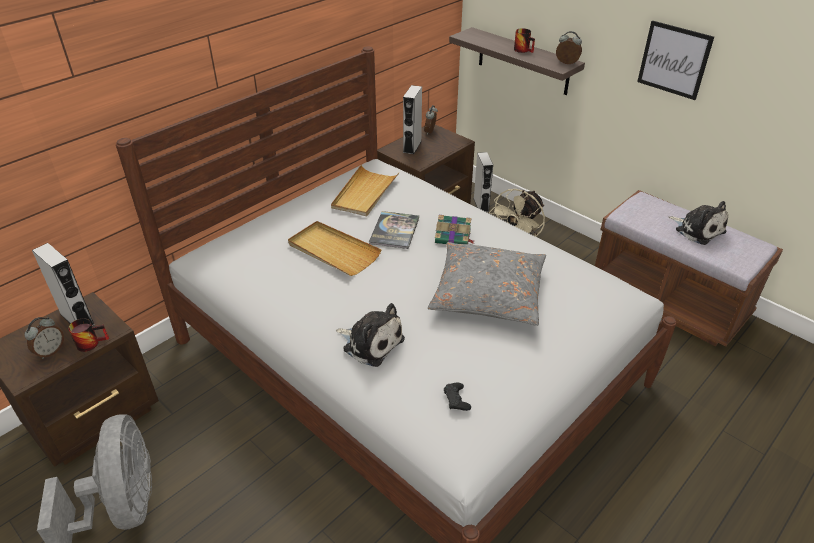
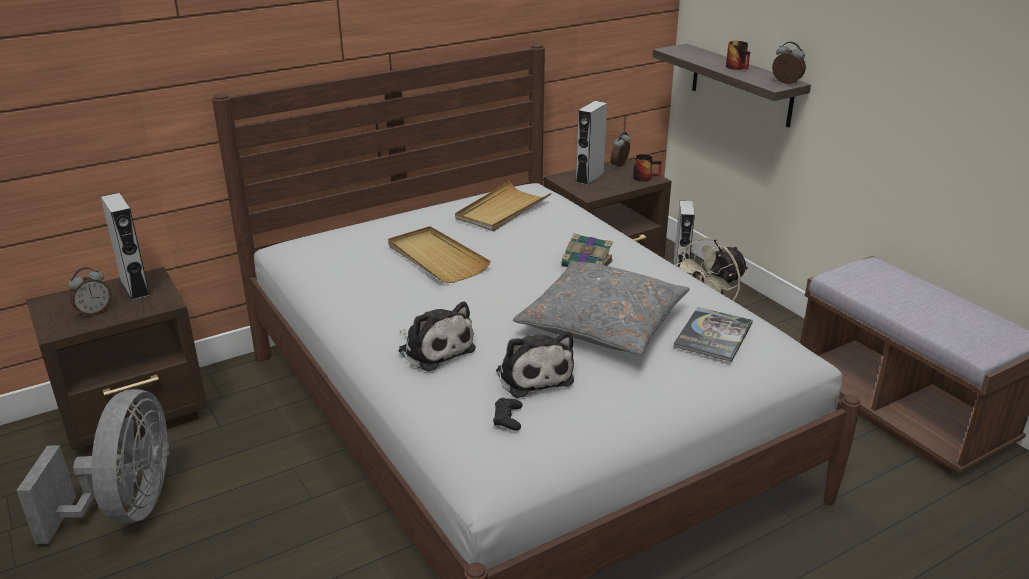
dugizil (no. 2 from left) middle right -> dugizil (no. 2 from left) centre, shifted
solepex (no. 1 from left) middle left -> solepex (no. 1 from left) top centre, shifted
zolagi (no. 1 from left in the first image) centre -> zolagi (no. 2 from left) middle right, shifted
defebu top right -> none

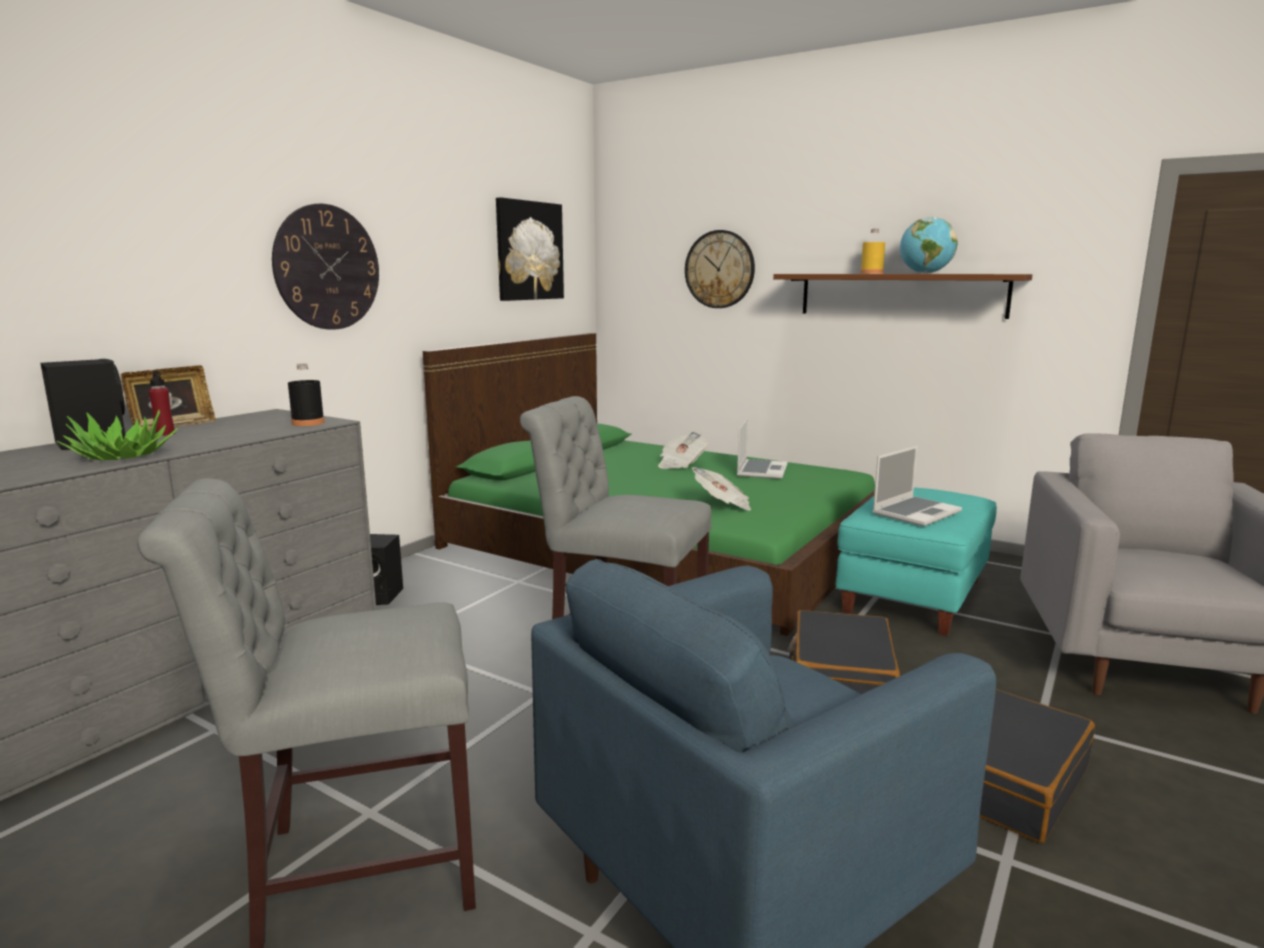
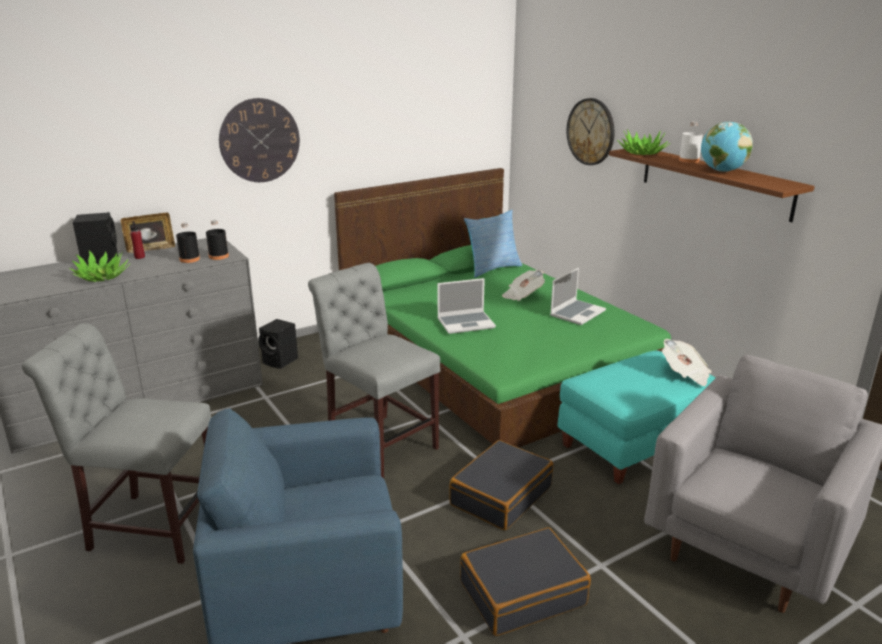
none -> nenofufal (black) (no. 1 from left) middle left
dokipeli (no. 2 from left in the first image) middle right -> dokipeli (no. 1 from left) centre, shifted
none -> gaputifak centre
none -> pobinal (no. 2 from left) top right
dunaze (no. 2 from left) centre -> dunaze (no. 2 from left) middle right, shifted
nenofufal (yellow) top right -> nenofufal (white) top right
defebu top centre -> none

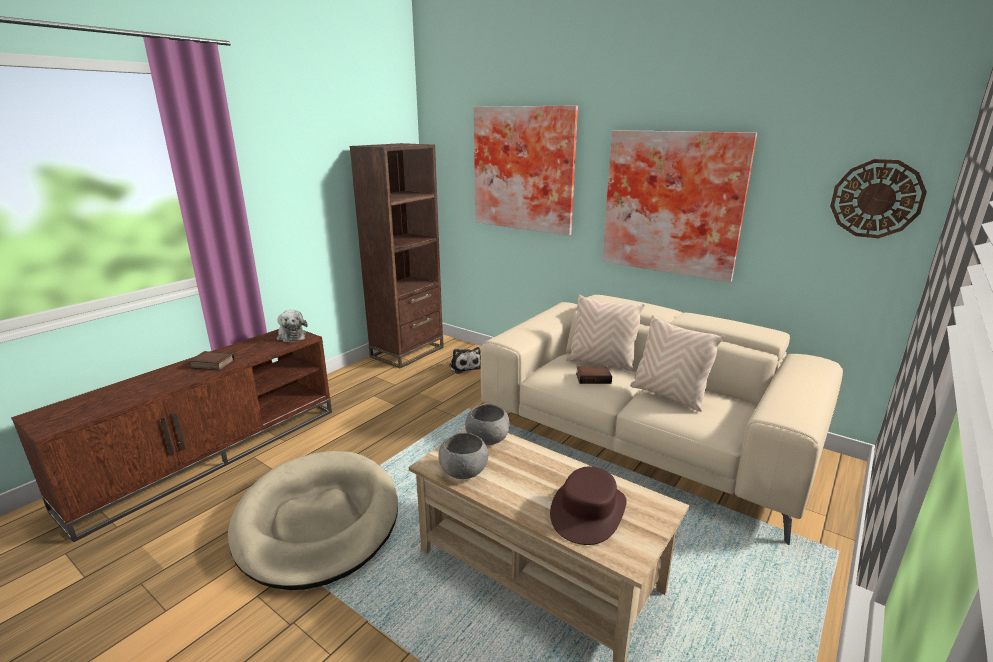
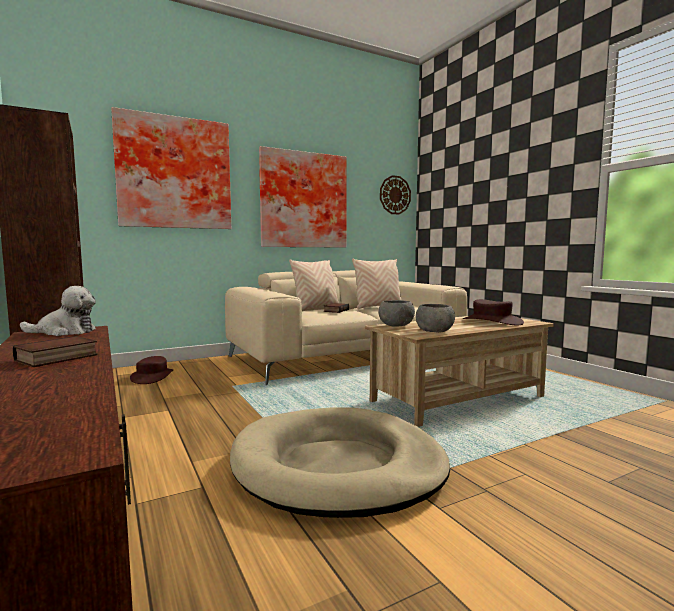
dugizil (no. 2 from left) centre -> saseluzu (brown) (no. 1 from left) middle left

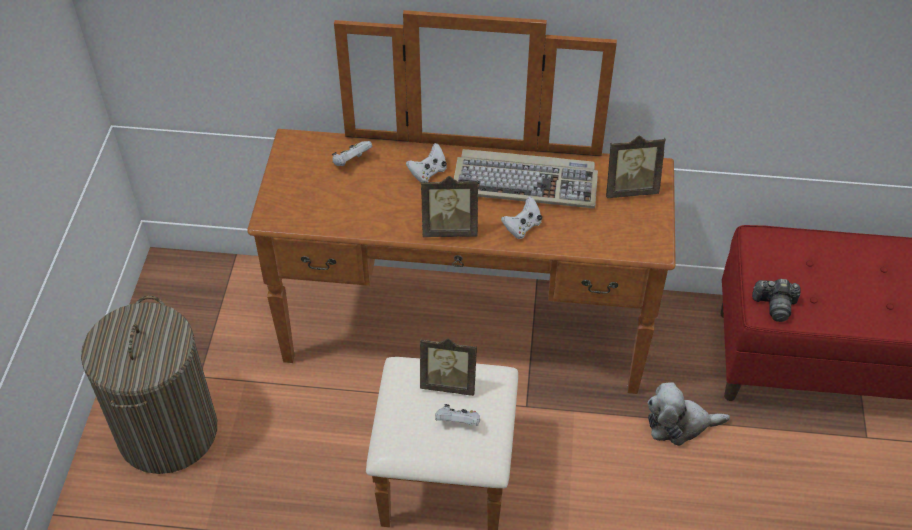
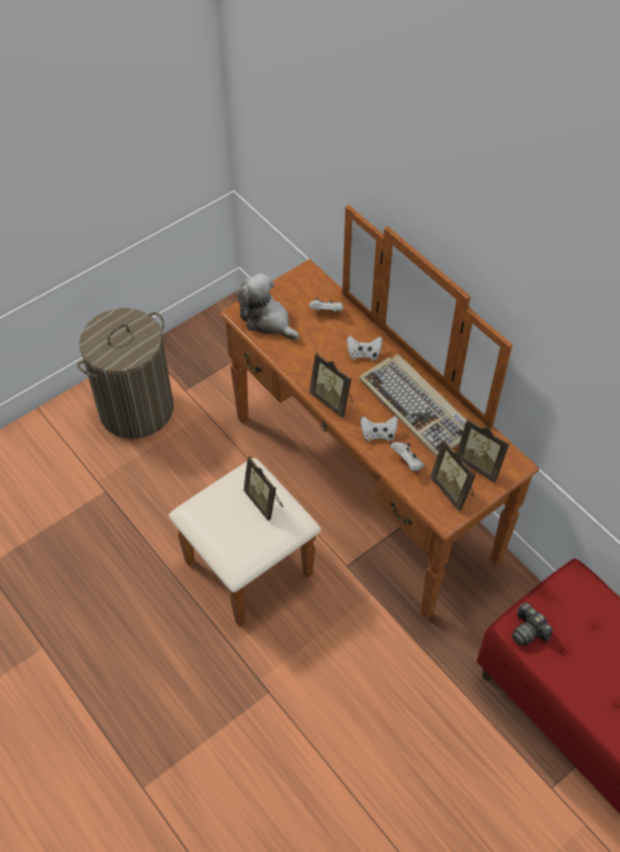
dugizil bottom right -> dugizil centre, shifted
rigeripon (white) (no. 3 from left in the first image) bottom centre -> rigeripon (white) (no. 4 from left) centre, shifted
none -> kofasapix (no. 3 from left) middle right

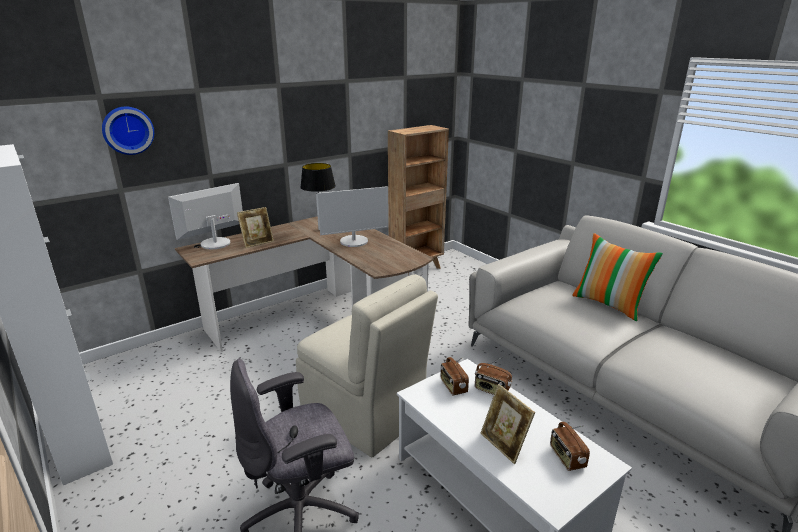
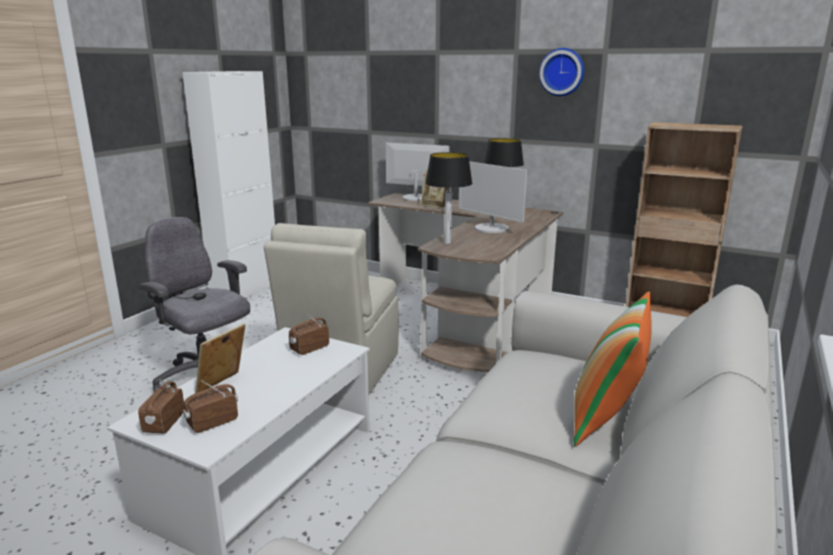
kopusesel (no. 2 from left in the first image) bottom centre -> kopusesel (no. 1 from left) bottom left, shifted
none -> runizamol (no. 1 from left) centre
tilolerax top left -> tilolerax top right, shifted

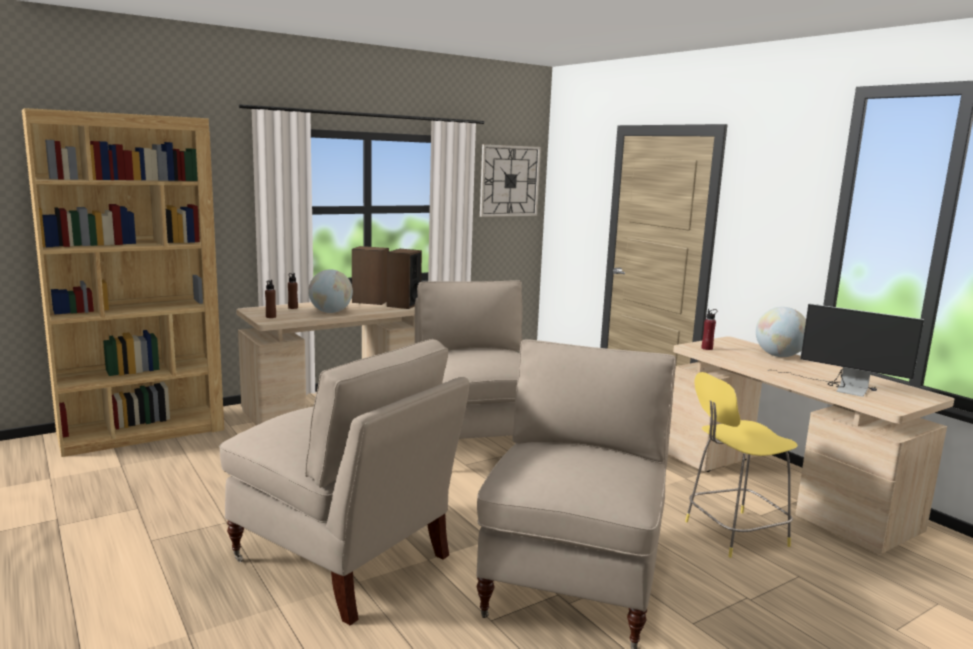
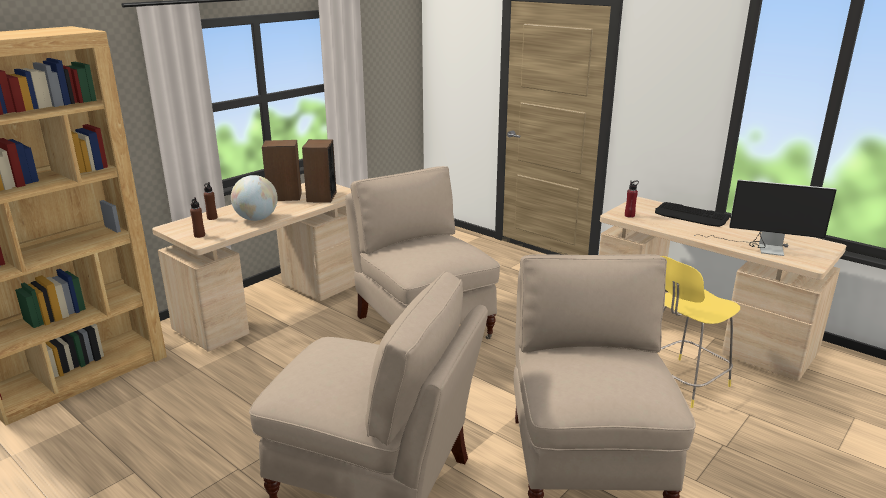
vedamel (no. 2 from left) middle right -> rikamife middle right
tilolerax top centre -> none

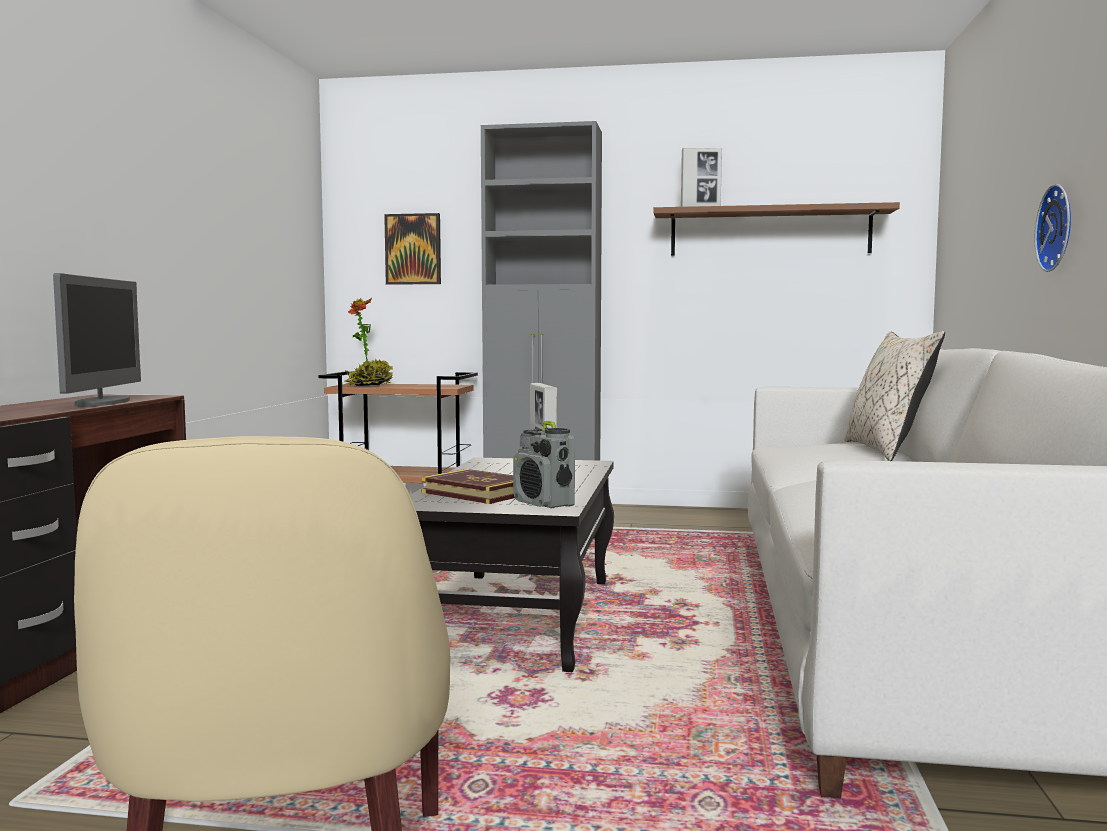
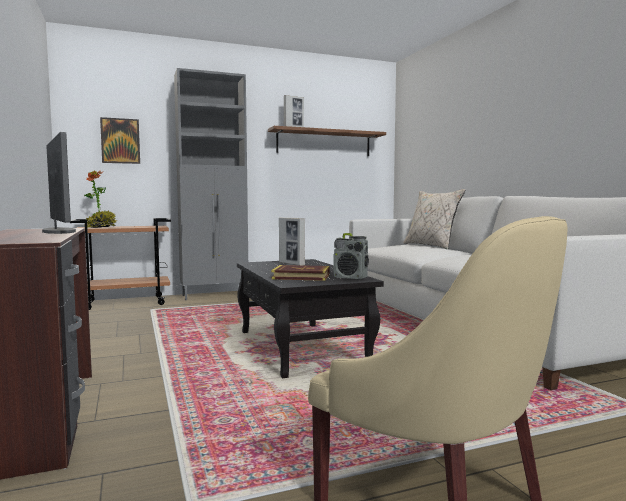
tilolerax top right -> none

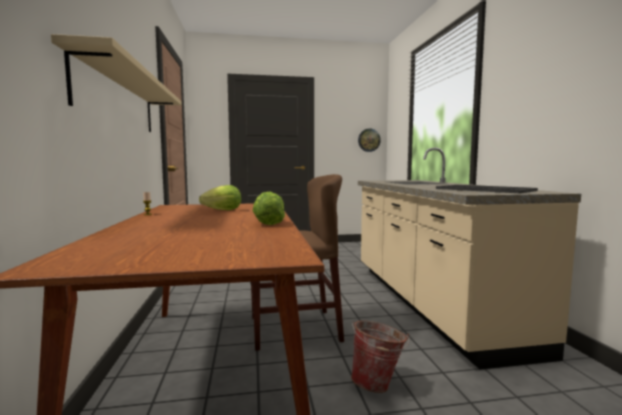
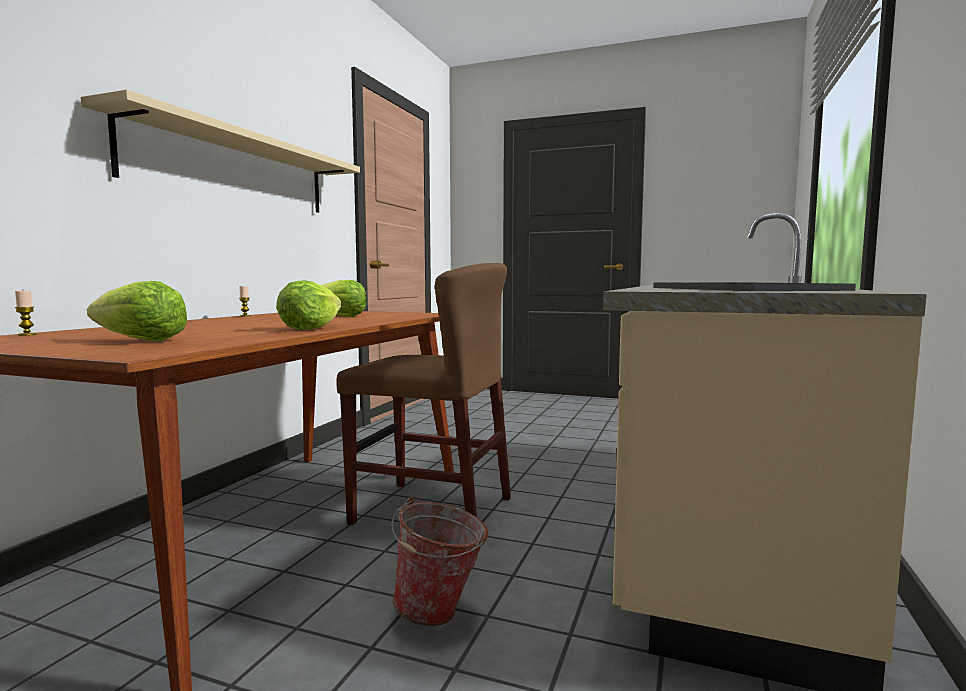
none -> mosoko (no. 1 from left) middle left
none -> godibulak (no. 1 from left) middle left
tilolerax centre -> none

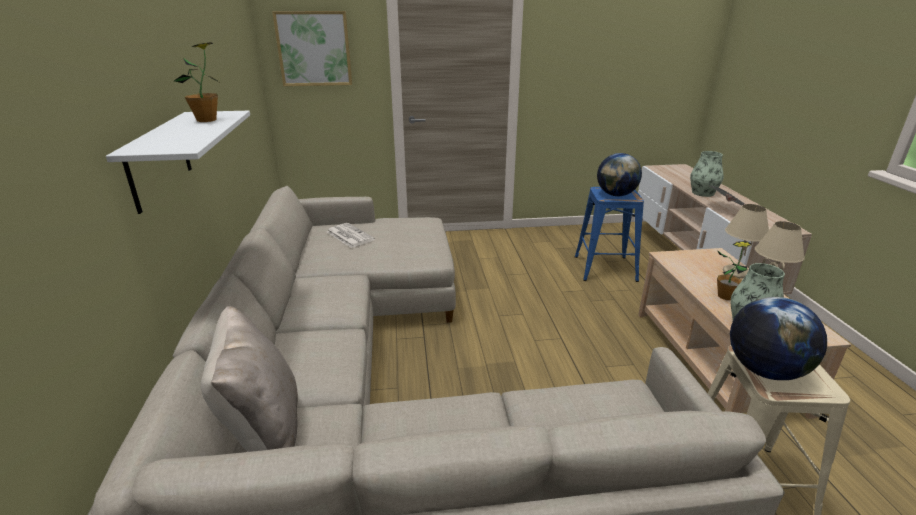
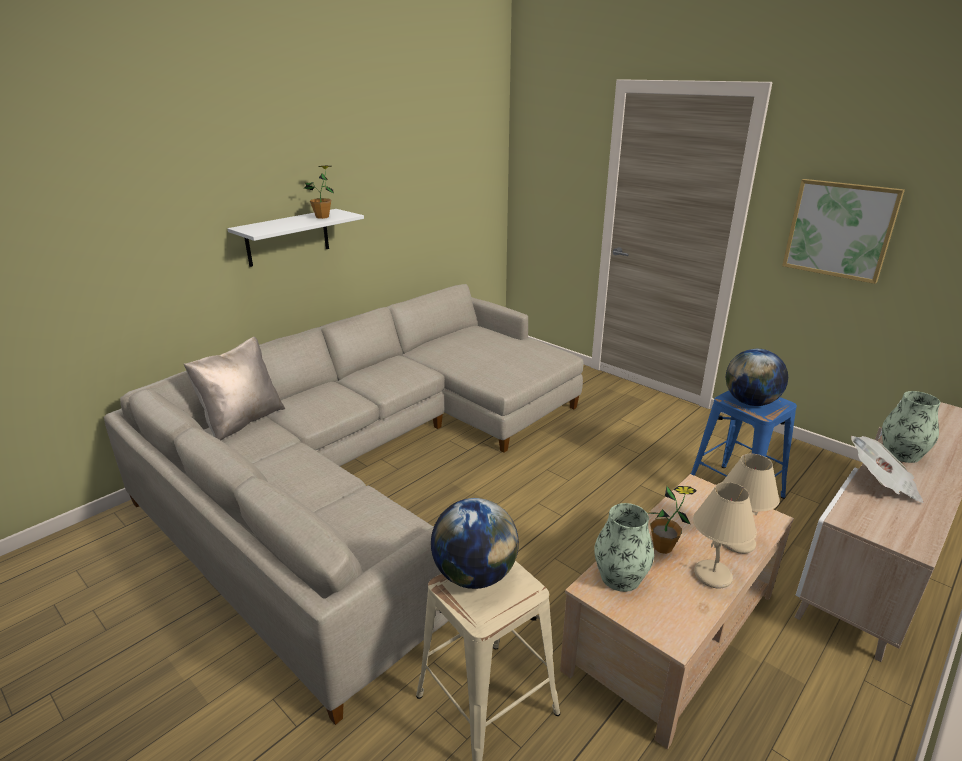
defebu top centre -> defebu top right, shifted
dunaze (no. 1 from left) centre -> none

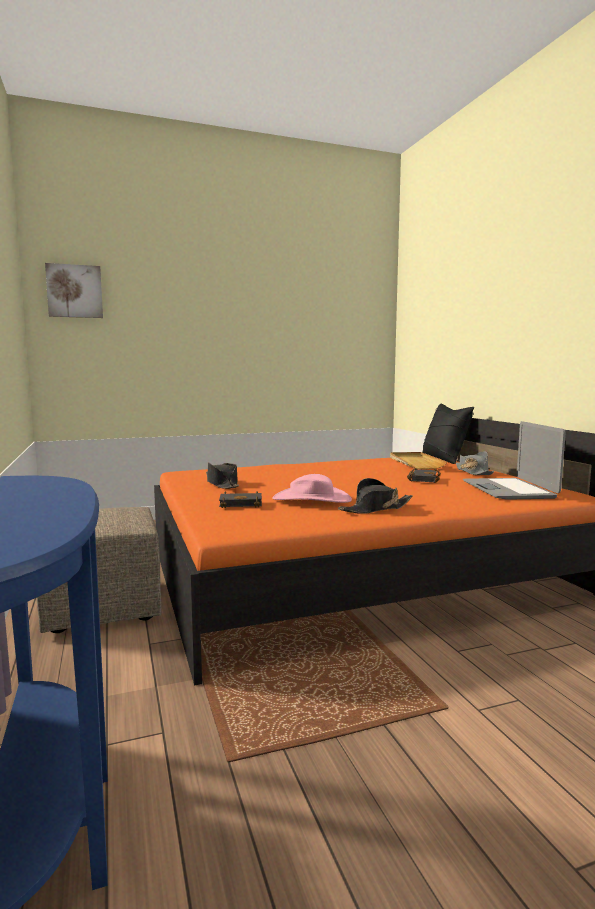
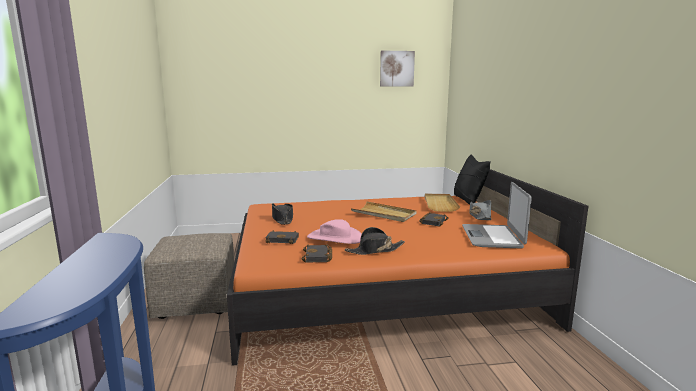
none -> zolagi (black) (no. 2 from left) centre
none -> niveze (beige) (no. 1 from left) centre
defebu top left -> defebu top centre, shifted

